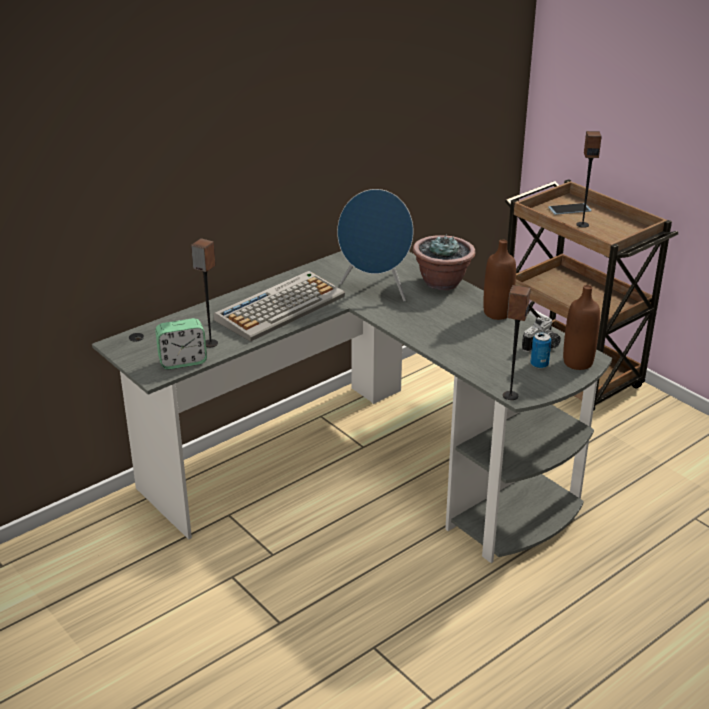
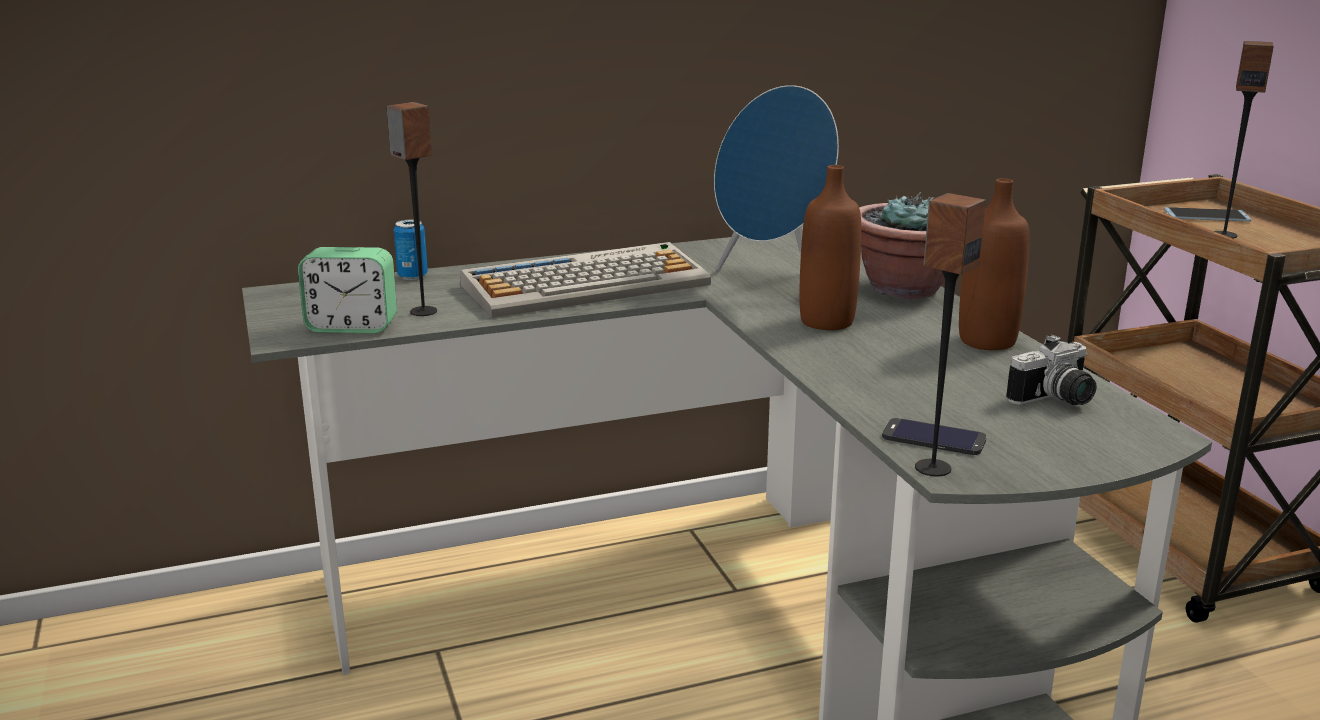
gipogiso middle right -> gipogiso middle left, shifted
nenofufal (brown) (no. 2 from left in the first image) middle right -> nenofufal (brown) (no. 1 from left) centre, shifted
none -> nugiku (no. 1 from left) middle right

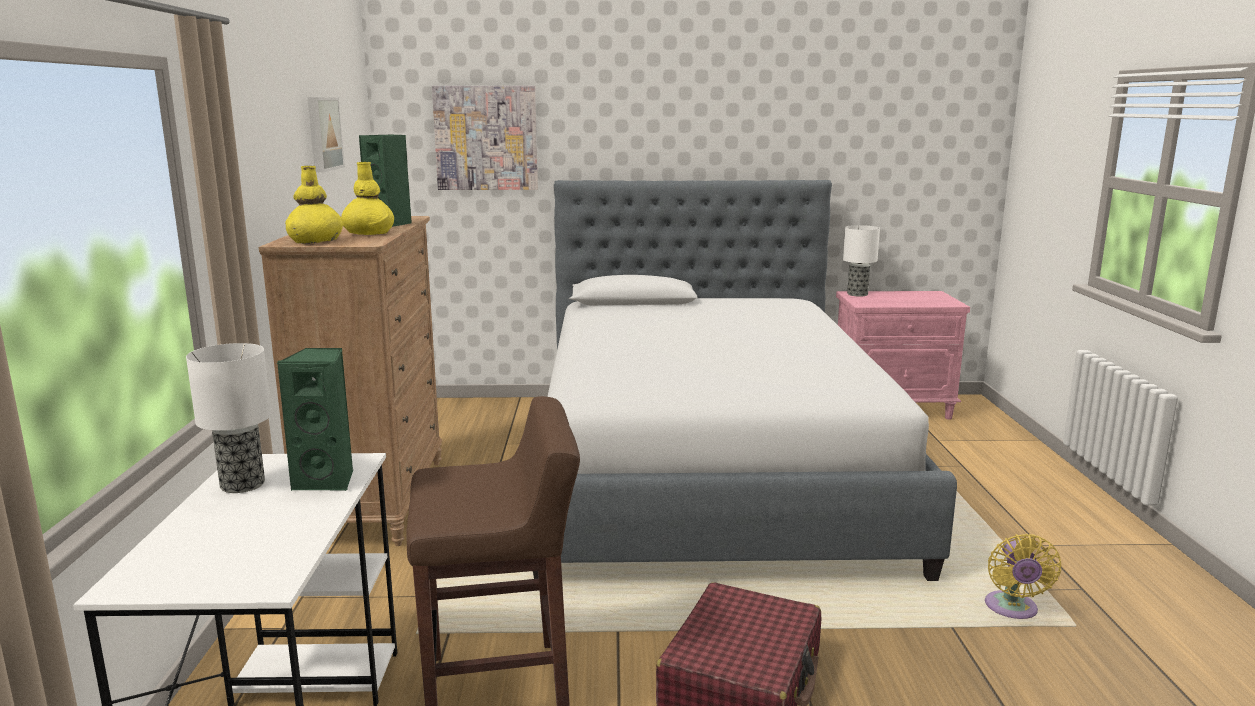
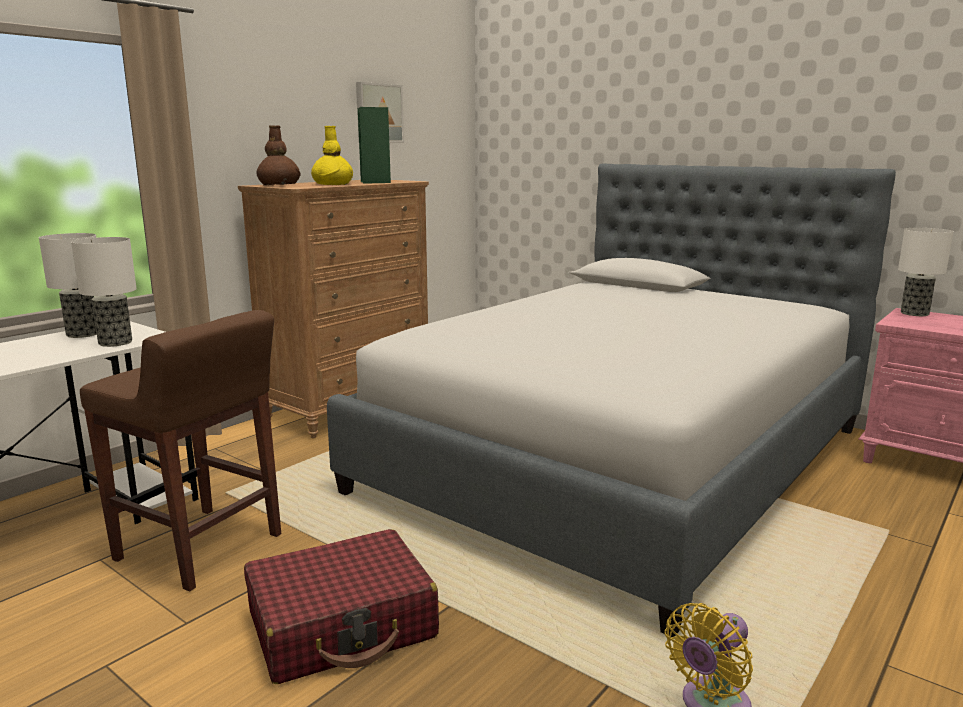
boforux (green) (no. 1 from left) middle left -> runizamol (no. 2 from left) middle left
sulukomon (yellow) (no. 1 from left) top left -> sulukomon (brown) top left
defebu (no. 2 from left) top centre -> none

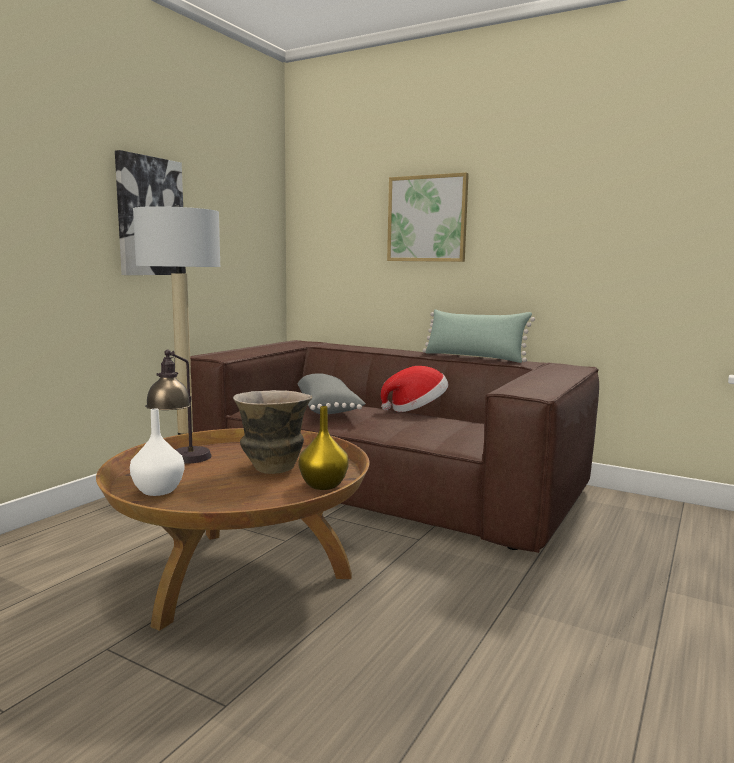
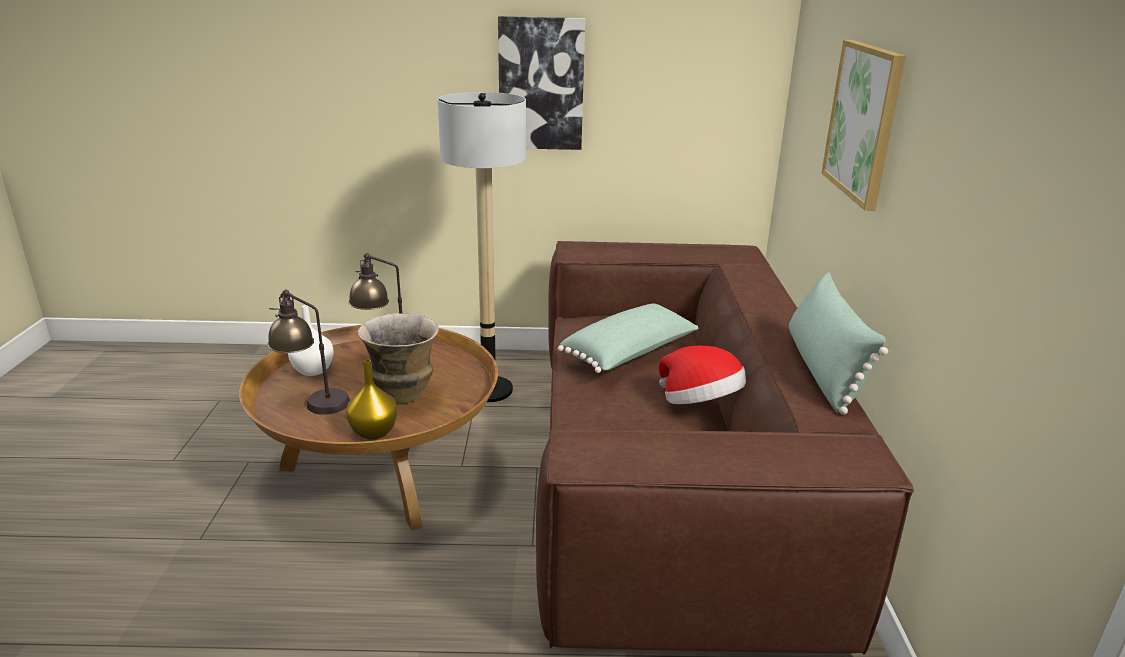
none -> runizamol (no. 1 from left) middle left
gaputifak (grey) centre -> gaputifak (green) (no. 1 from left) centre

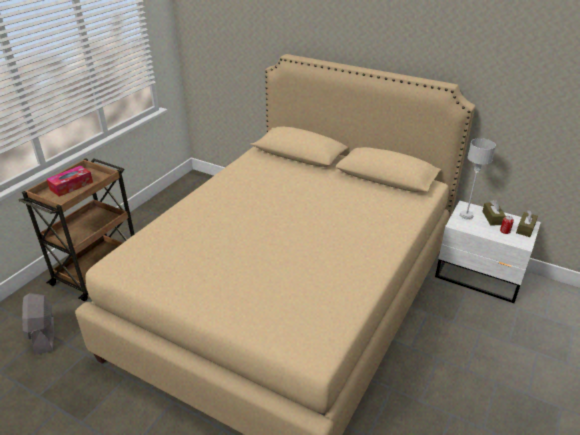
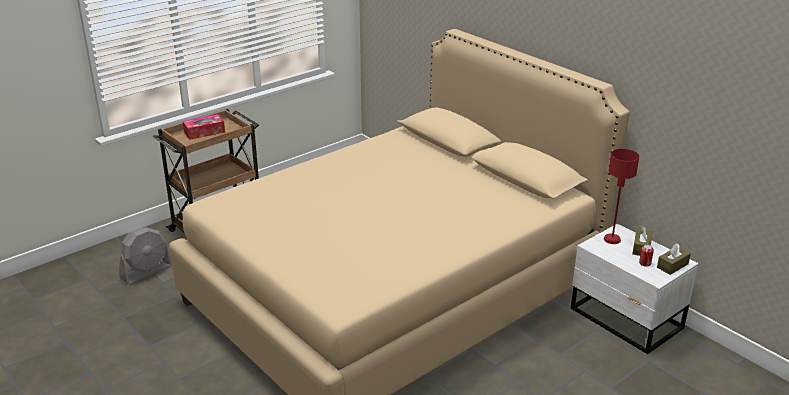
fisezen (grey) bottom left -> fisezen (grey) middle left, 135 degrees counterclockwise
runizamol (grey) middle right -> runizamol (red) middle right

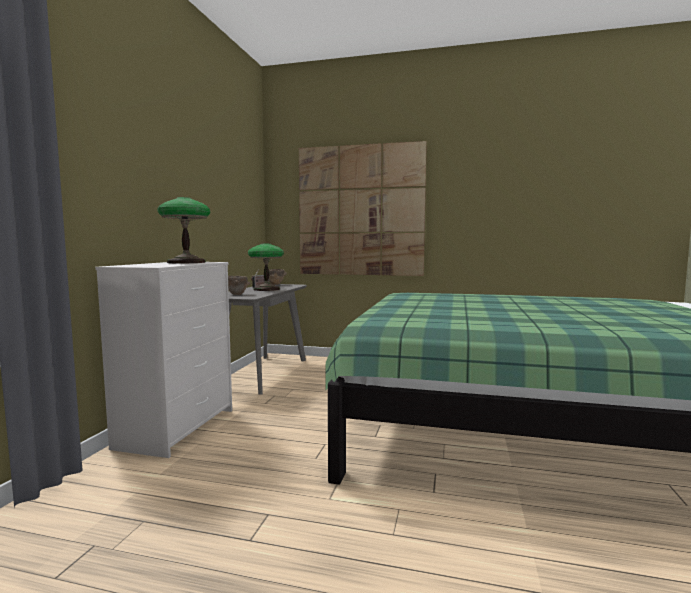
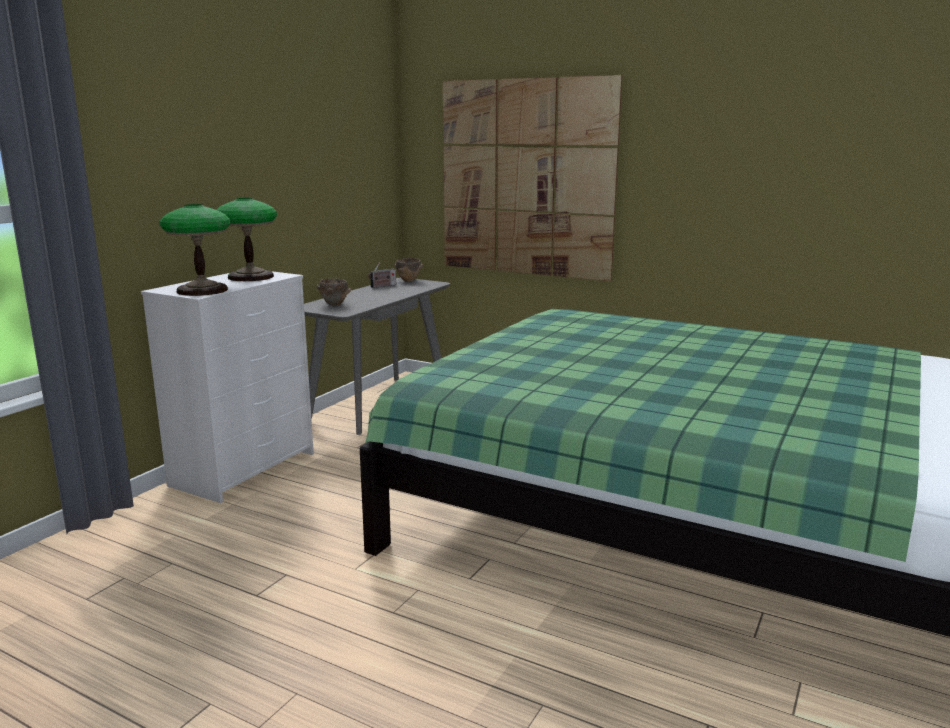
runizamol (no. 2 from left in the first image) centre -> runizamol (no. 1 from left) middle left, shifted

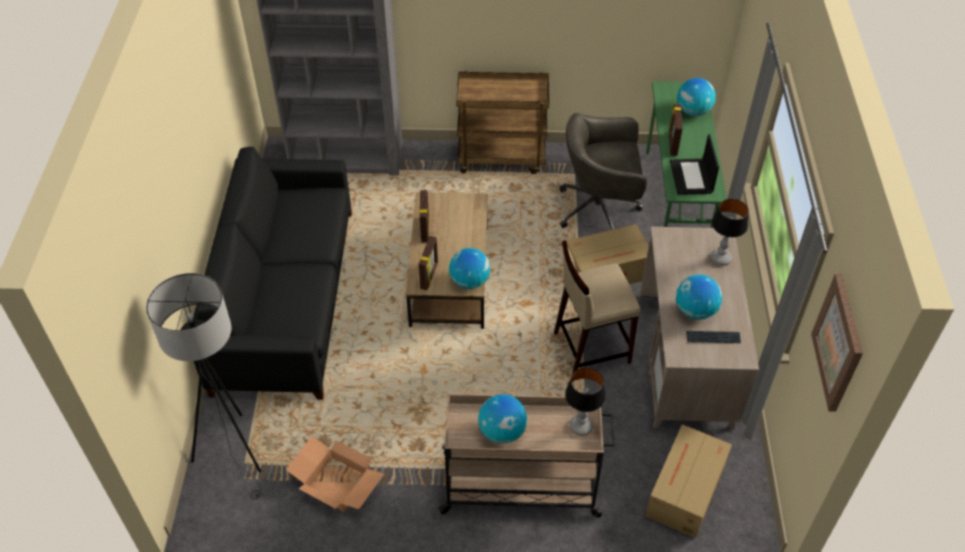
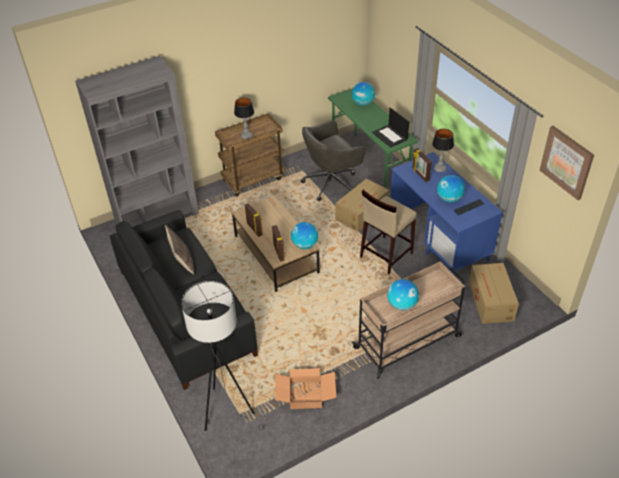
none -> gaputifak middle left
runizamol (no. 1 from left) bottom centre -> runizamol (no. 1 from left) top centre, shifted
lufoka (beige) middle right -> lufoka (blue) middle right
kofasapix (no. 3 from left) top right -> kofasapix (no. 3 from left) middle right, shifted

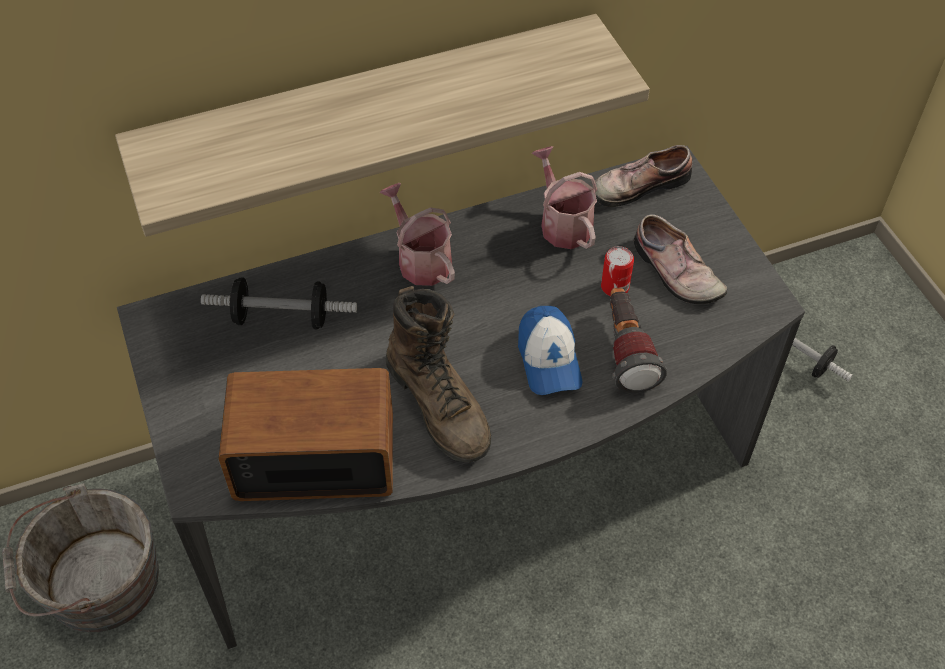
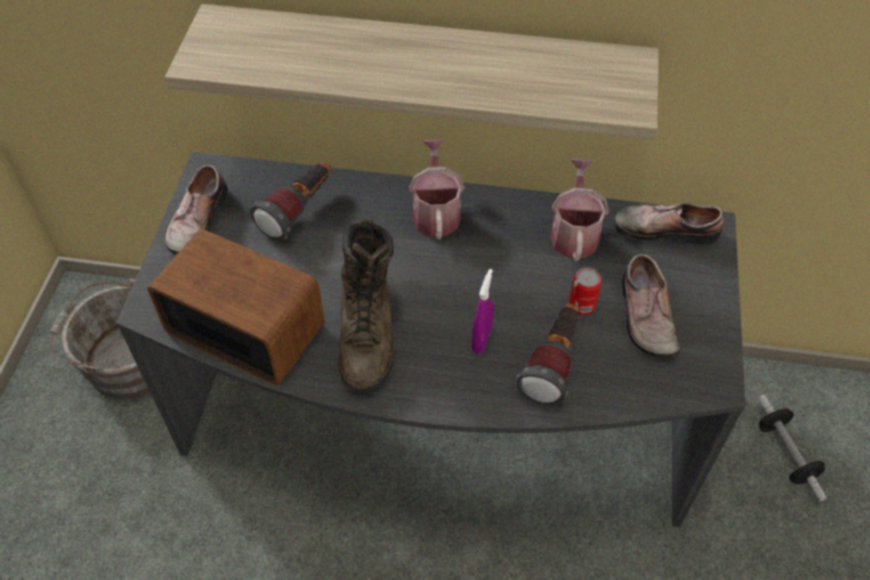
none -> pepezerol (no. 1 from left) middle left
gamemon (no. 1 from left) middle left -> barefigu (no. 1 from left) centre
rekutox centre -> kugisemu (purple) centre

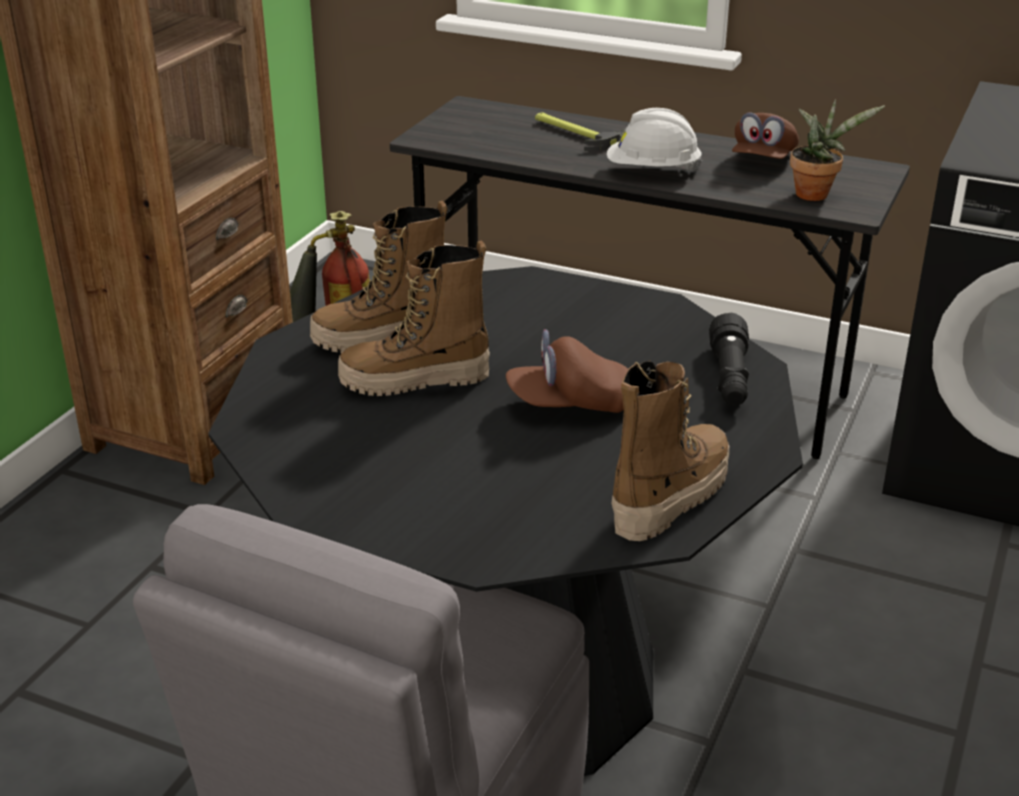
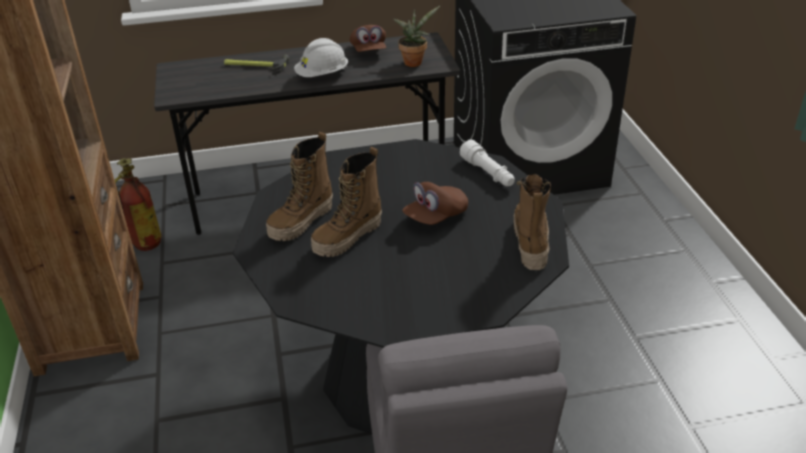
barefigu (black) middle right -> barefigu (white) centre

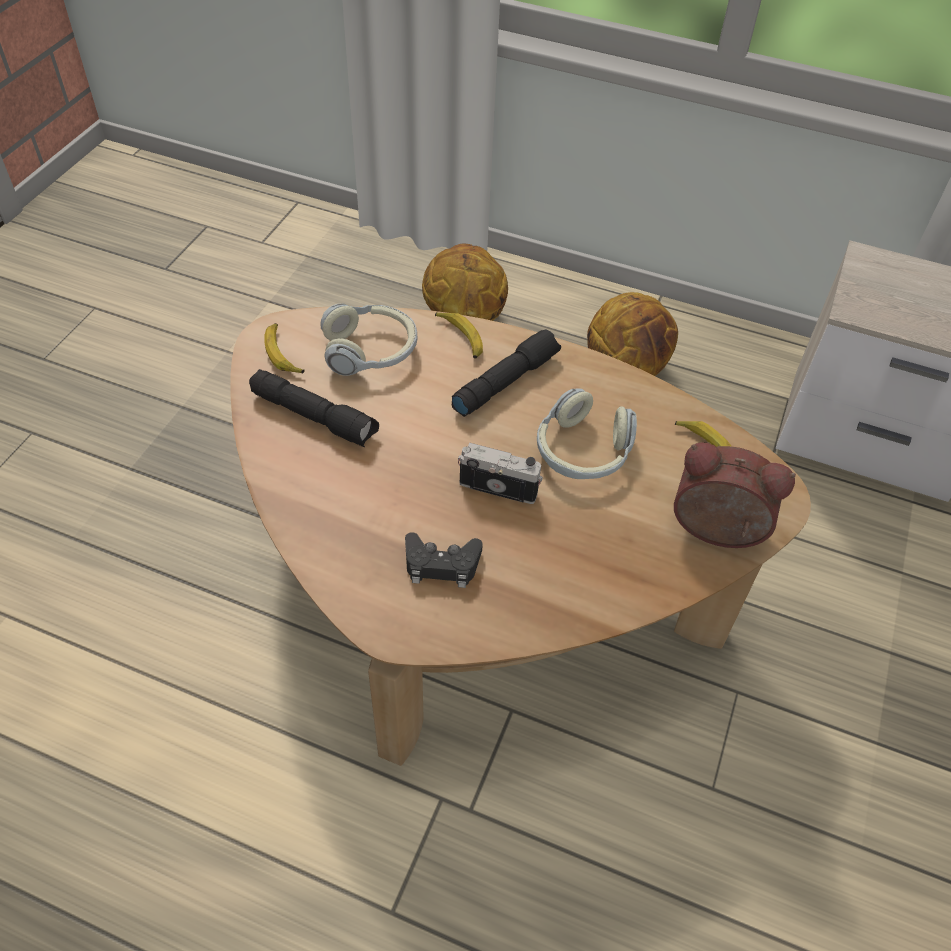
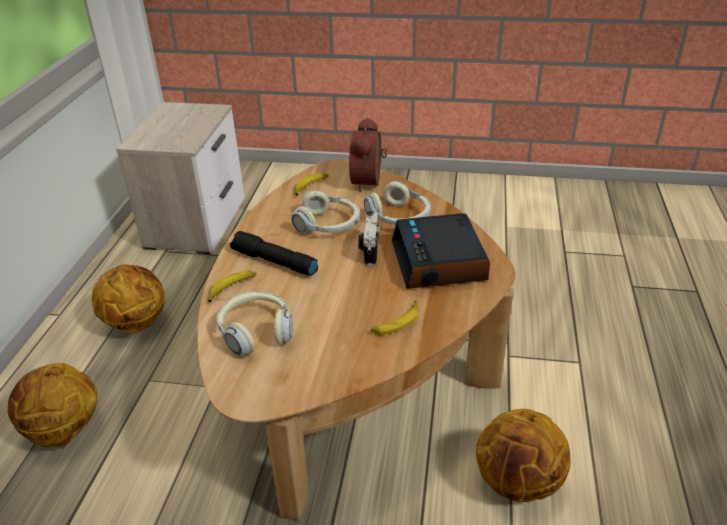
none -> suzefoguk (no. 3 from left) centre
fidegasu (no. 1 from left in the first image) middle left -> fidegasu (no. 3 from left) centre, shifted
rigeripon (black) centre -> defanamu (no. 2 from left) centre
none -> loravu (no. 3 from left) bottom right
barefigu (black) (no. 1 from left) middle left -> none

